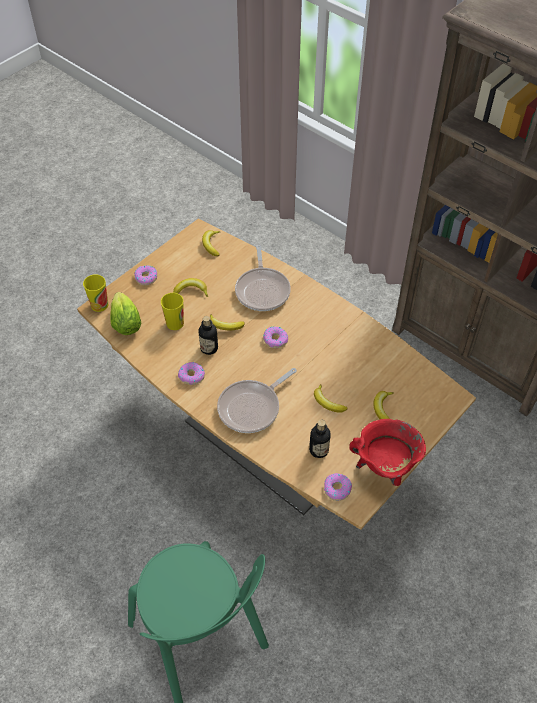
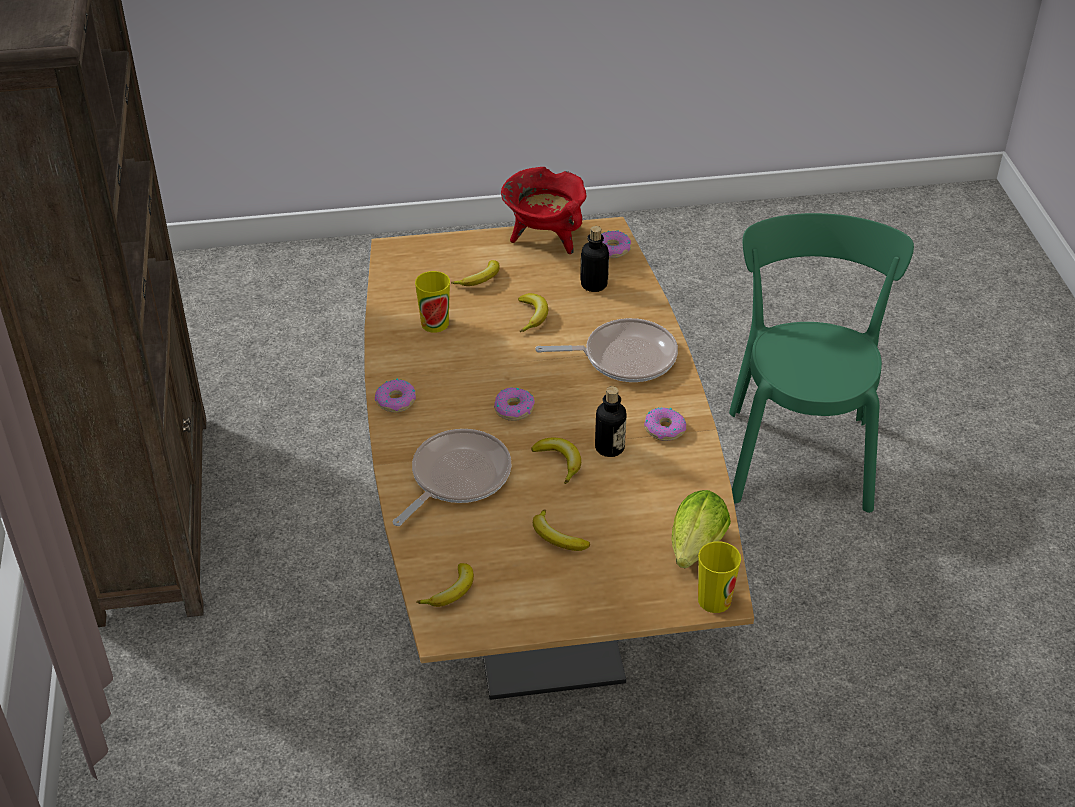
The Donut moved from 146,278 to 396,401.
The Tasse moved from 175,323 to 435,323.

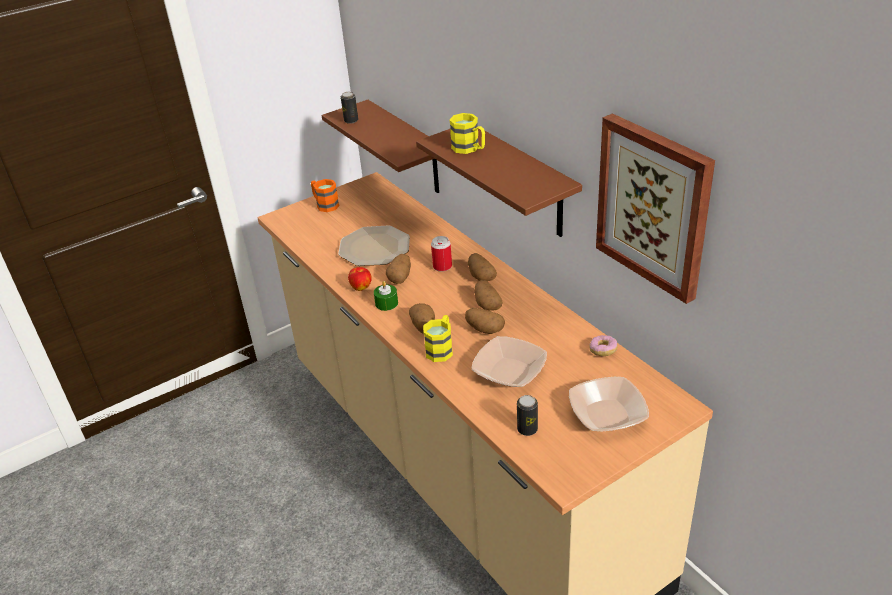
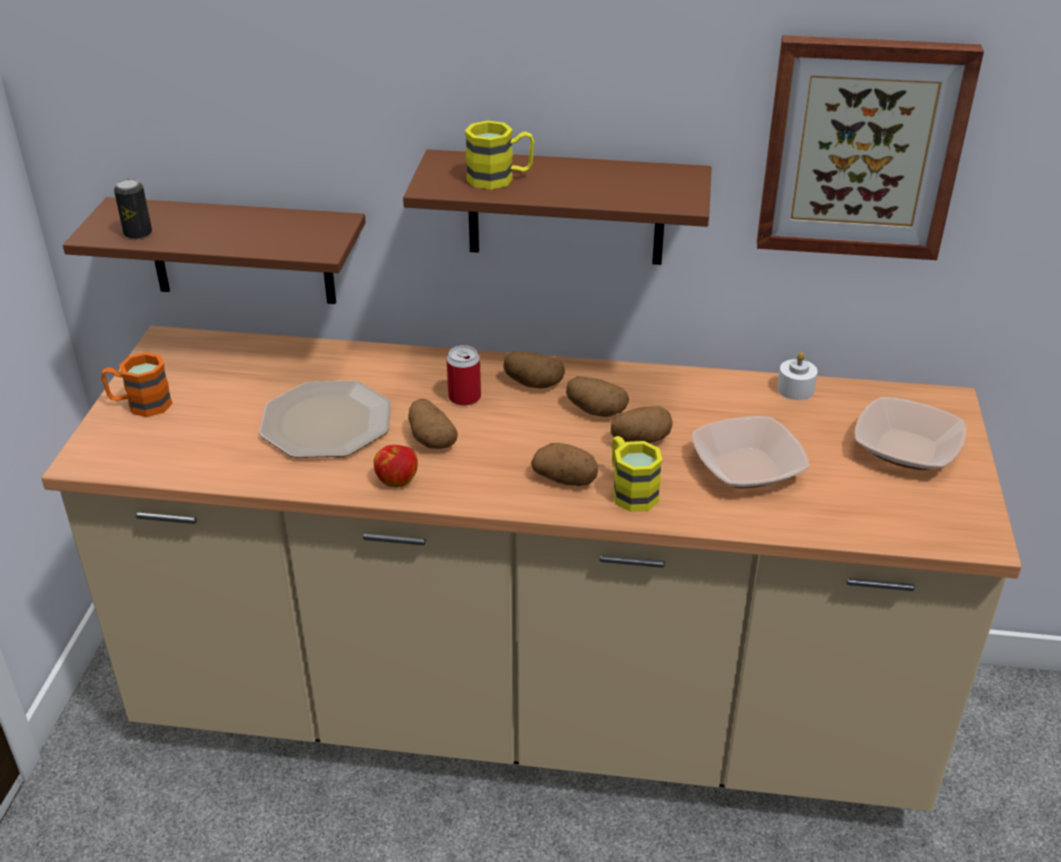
The Donut at 603,350 was replaced by the Kerze (weiß) at 795,389.
The Kerze (grün) at 386,303 disappeared.
The Dose at 527,429 disappeared.

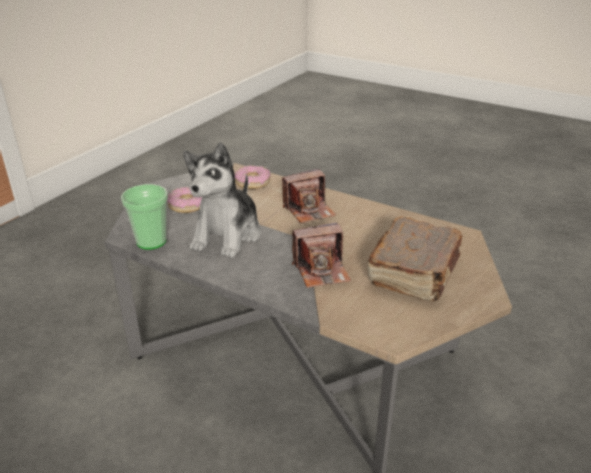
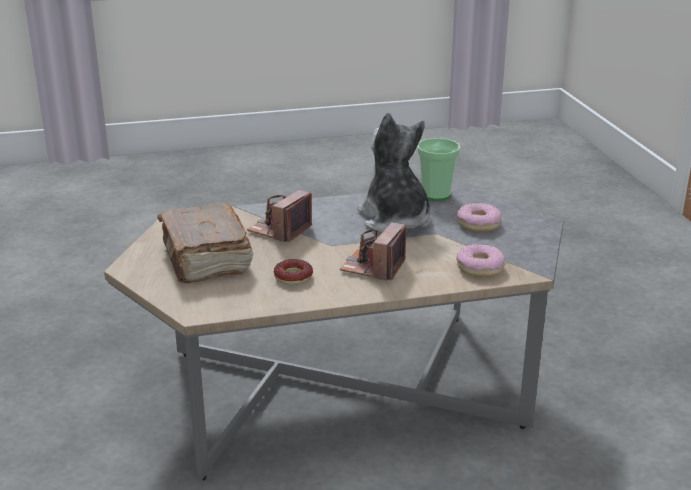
The Donut at 293,277 appeared.

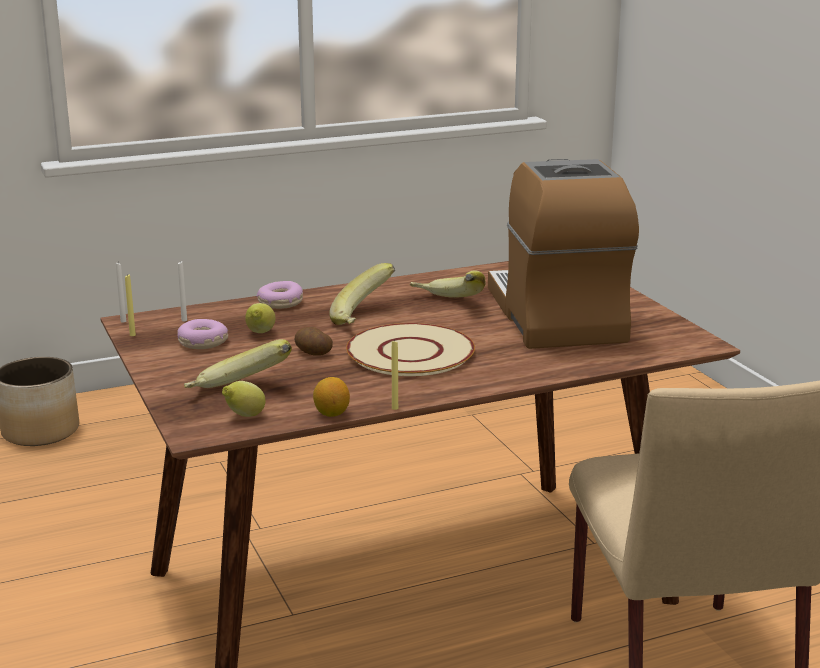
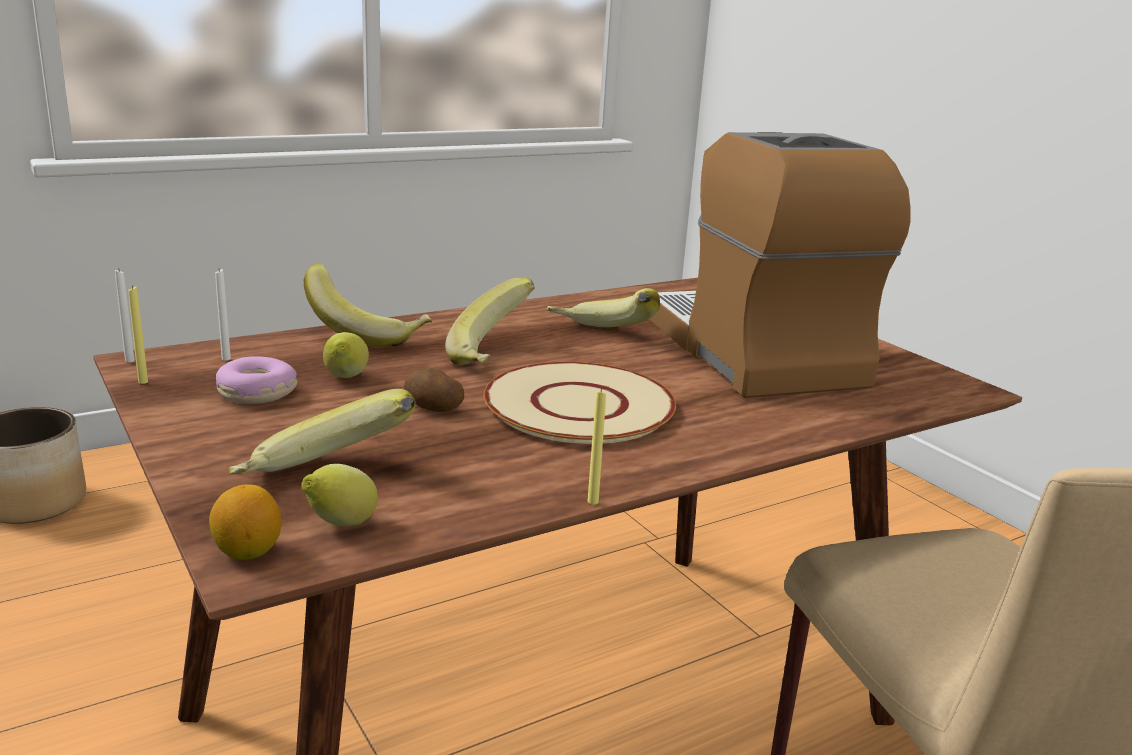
The Zitrone moved from 331,413 to 247,552.
The Donut at 280,303 was replaced by the Banane at 368,334.

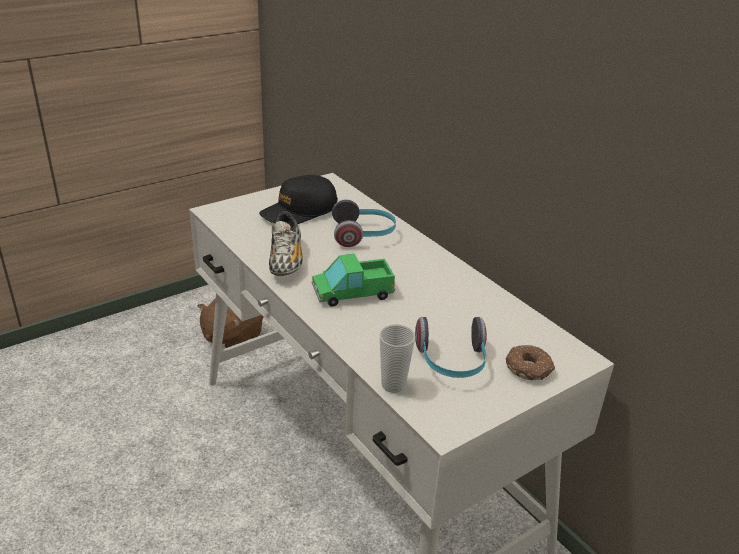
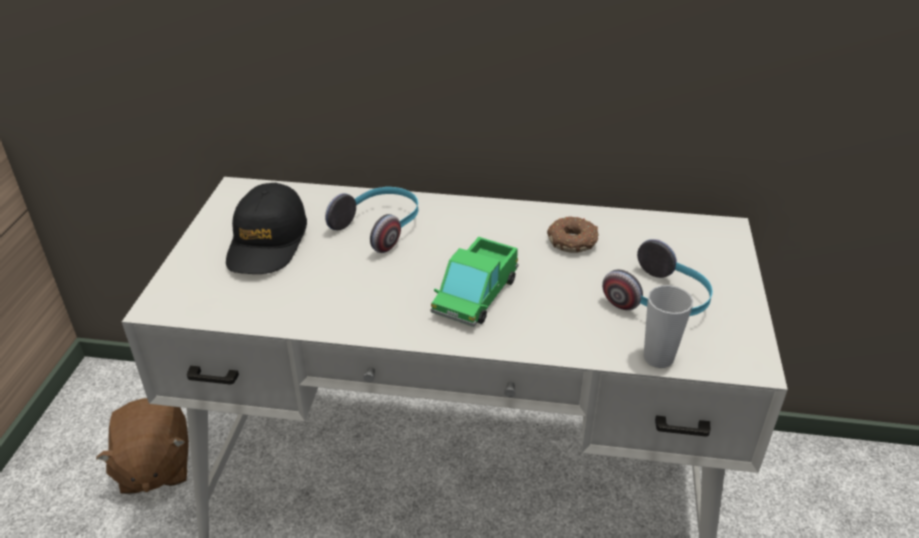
The Donut moved from 529,369 to 573,241.
The Schuh at 286,260 disappeared.

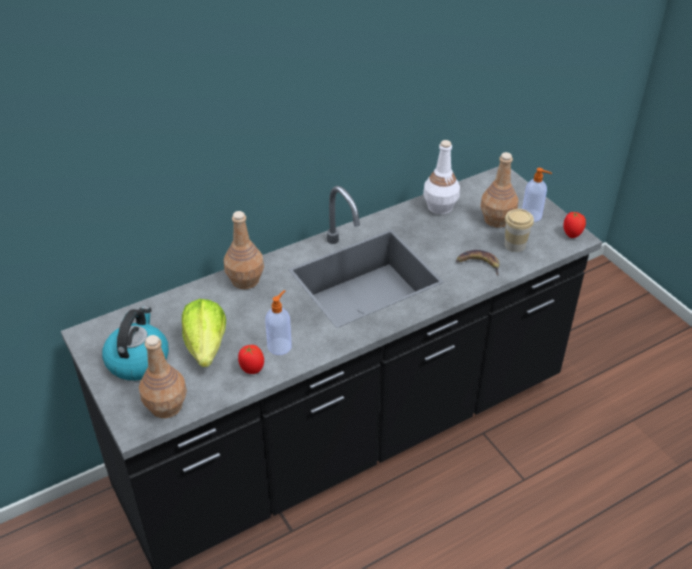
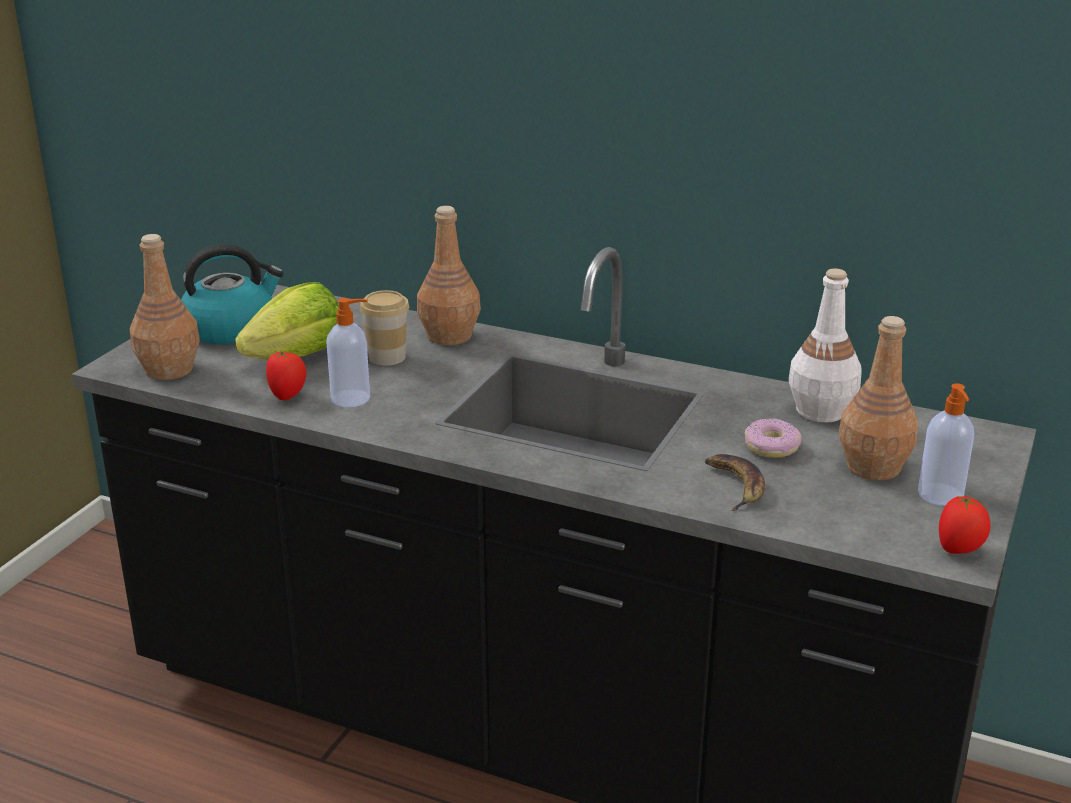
The Tasse moved from 515,245 to 387,357.
The Donut at 772,446 appeared.

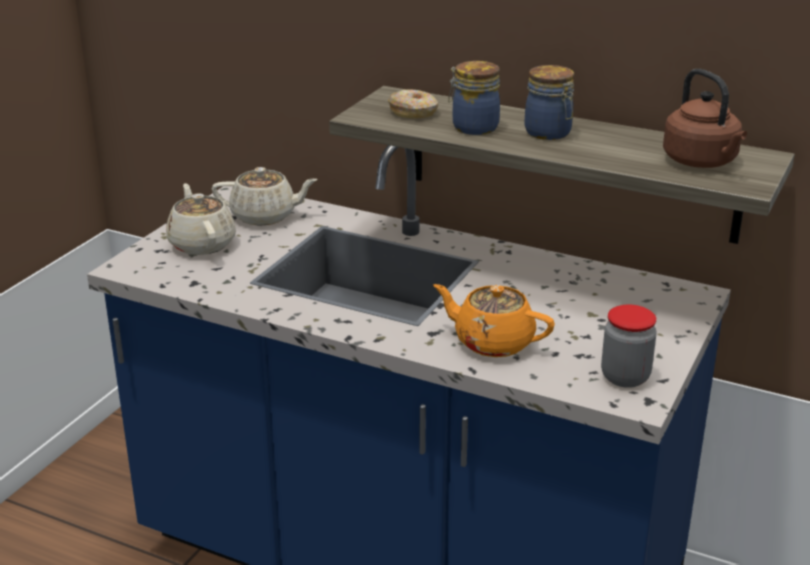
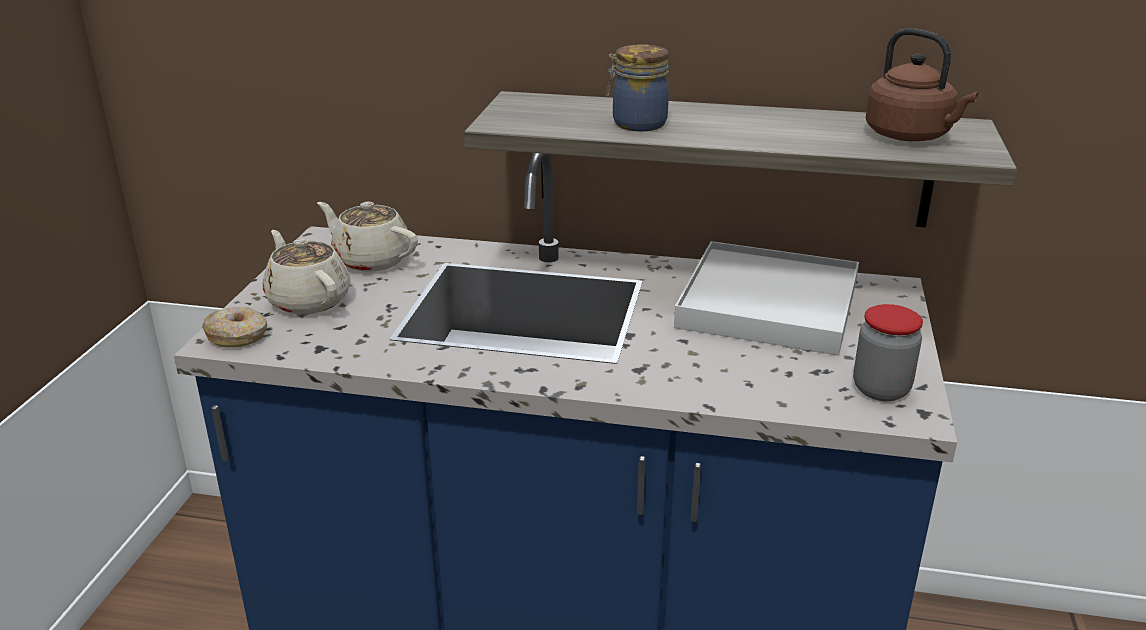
The Donut moved from 414,112 to 238,336.
The Teekanne (beige) at 265,216 turned 135 degrees counterclockwise.
The Tablett (weiß) at 767,304 appeared.
The Teekanne (orange) at 492,342 disappeared.
The Vorratsglas at 549,133 disappeared.

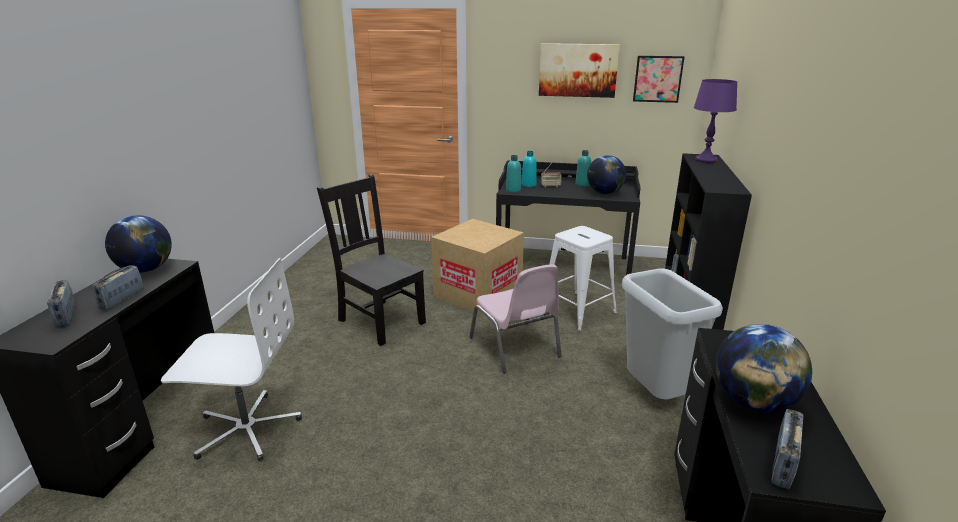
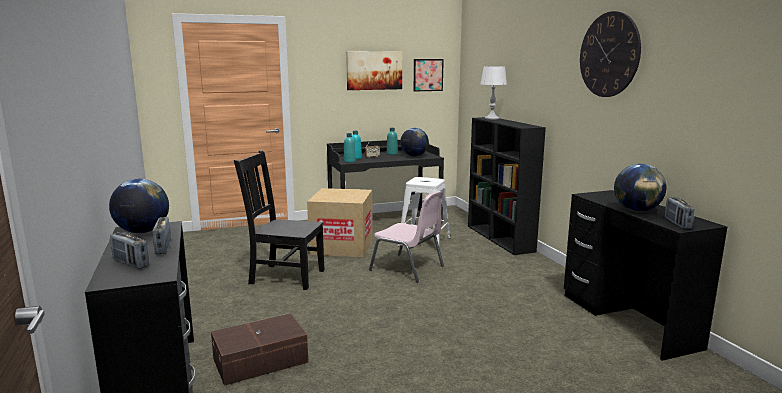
The Bürostuhl (weiß) at 246,428 was replaced by the Aufbewahrungsbox (braun) at 261,361.
The Tischlampe (lila) at 706,160 became the Tischlampe (weiß) at 492,118.
The Wanduhr at 609,55 appeared.
The Mülleimer (grau) at 655,395 disappeared.

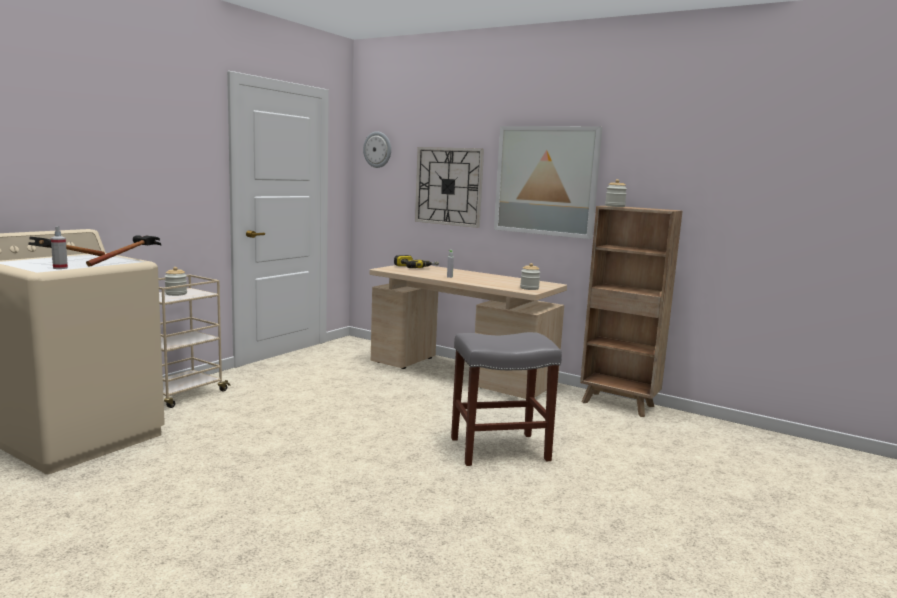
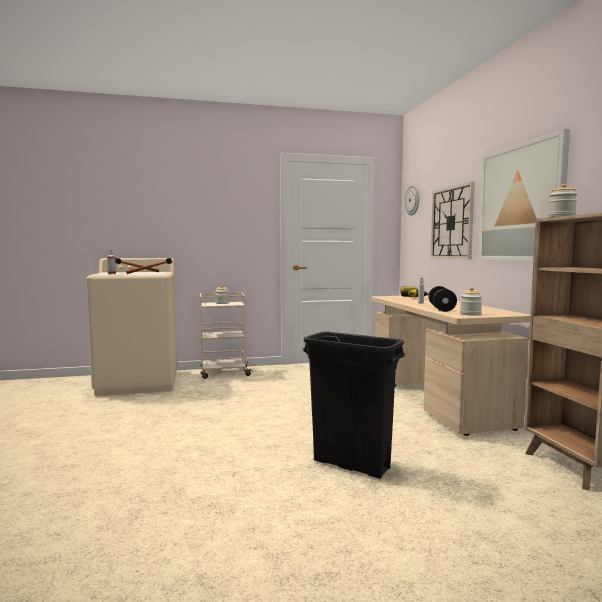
The Hocker (grau) at 500,449 was replaced by the Mülleimer (schwarz) at 351,464.
The Hantel (schwarz) at 441,308 appeared.

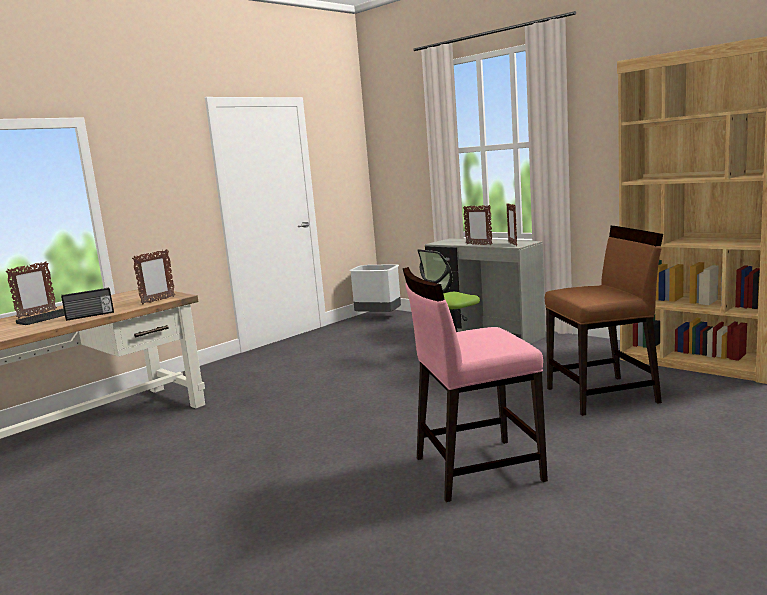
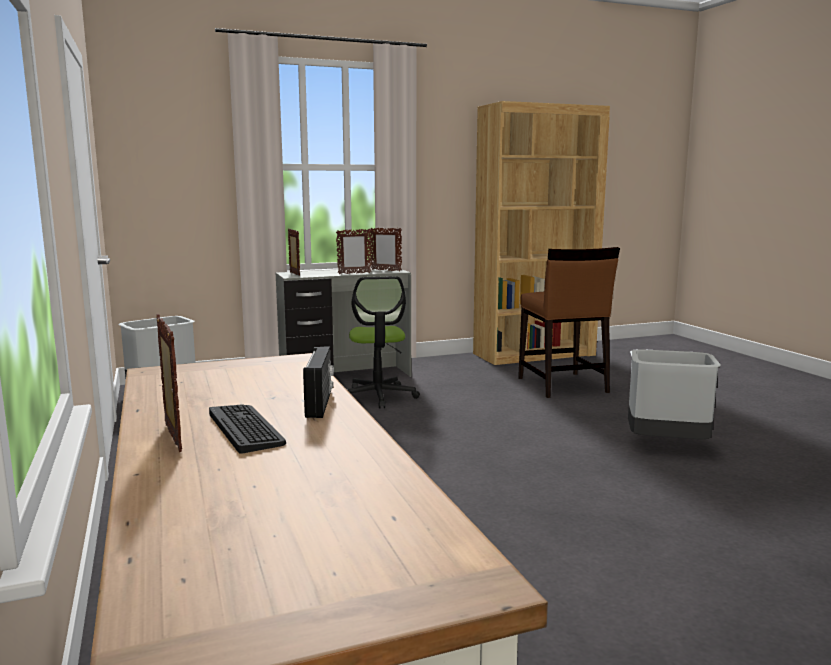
The Bilderrahmen moved from 158,300 to 294,274.
The Stuhl (braun) at 603,395 turned 150 degrees clockwise.
The Stuhl (rosa) at 476,468 was replaced by the Mülleimer (grau) at 666,445.

